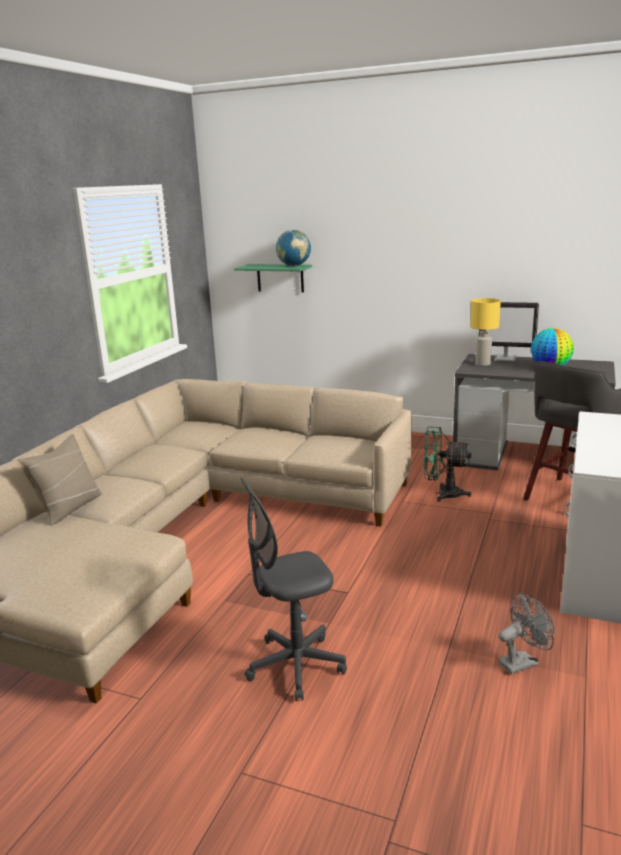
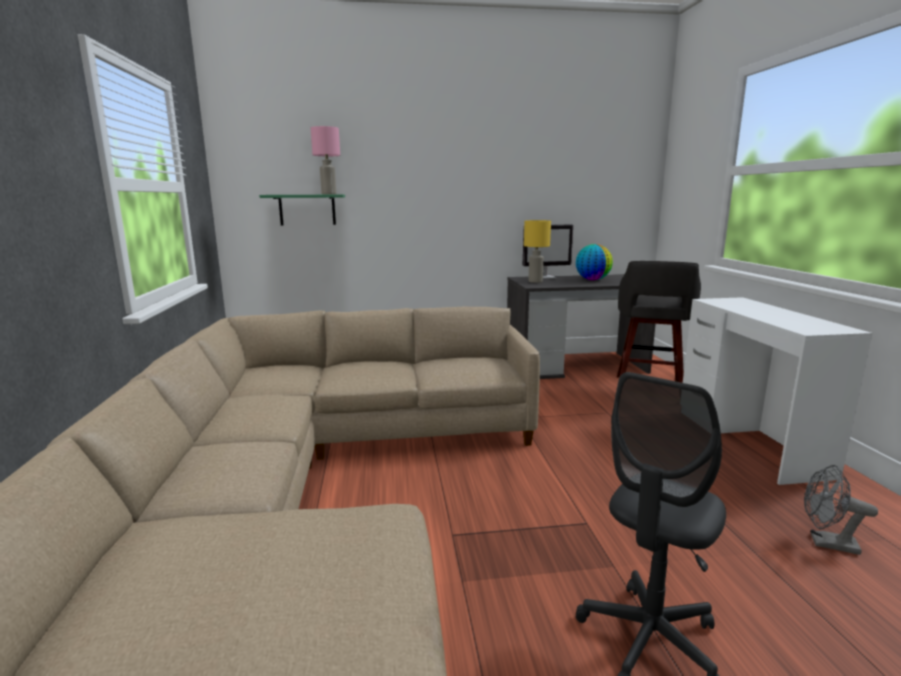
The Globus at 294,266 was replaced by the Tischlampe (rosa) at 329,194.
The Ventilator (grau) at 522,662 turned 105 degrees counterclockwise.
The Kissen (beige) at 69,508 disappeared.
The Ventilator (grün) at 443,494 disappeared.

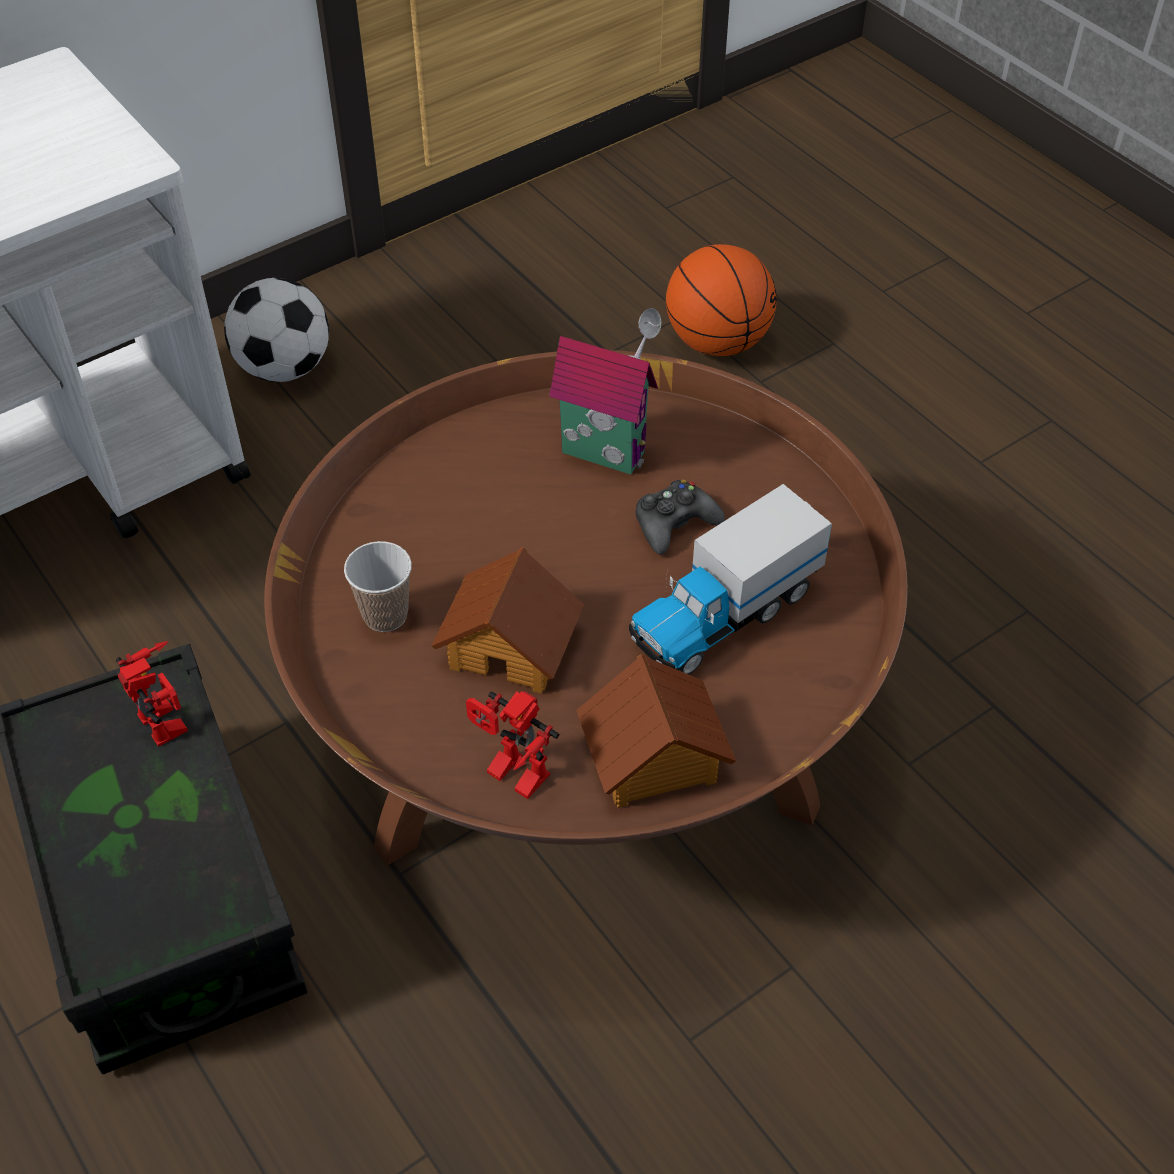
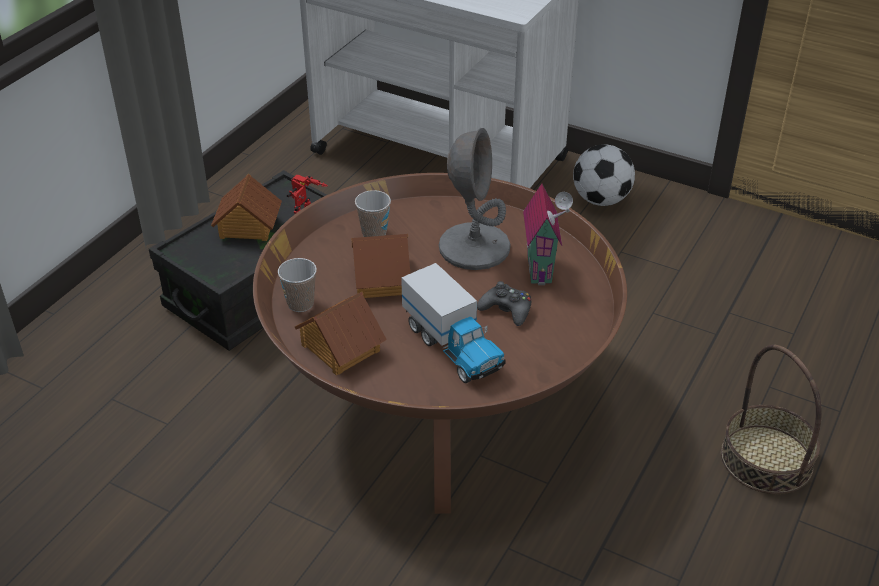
The Spielzeughaus at 247,226 appeared.
The Spielzeugroboter at 510,776 was replaced by the Tasse at 300,304.
The Spielzeuglaster at 723,614 turned 150 degrees counterclockwise.
The Tischlampe (grau) at 474,247 appeared.
The Korb at 766,459 appeared.
The Basketball at 716,341 disappeared.

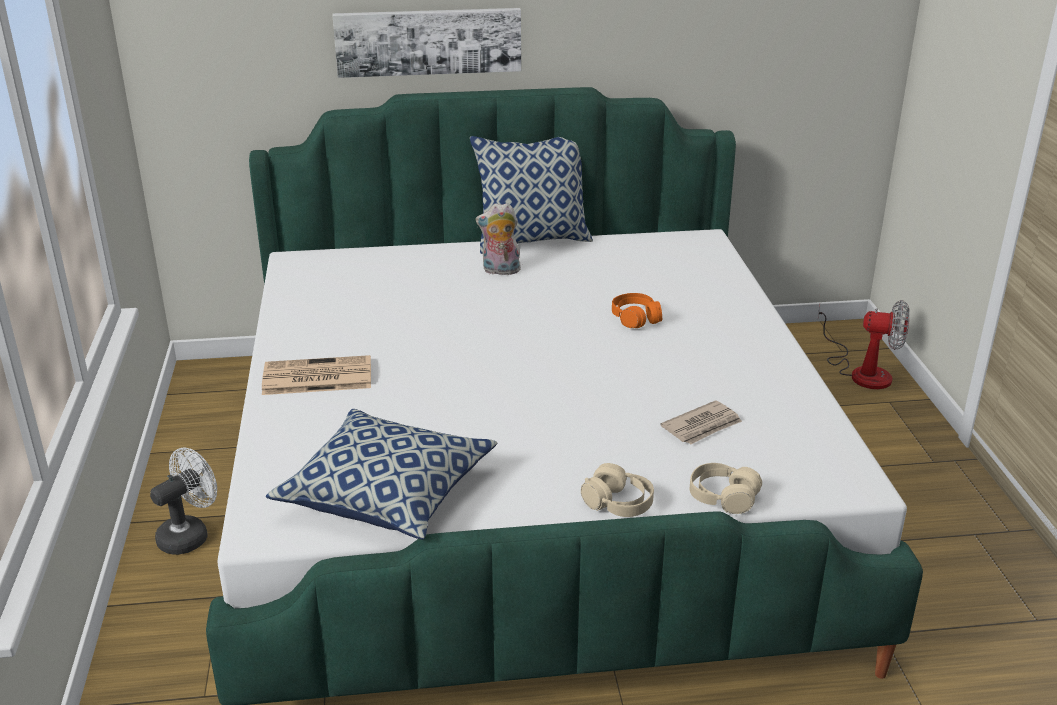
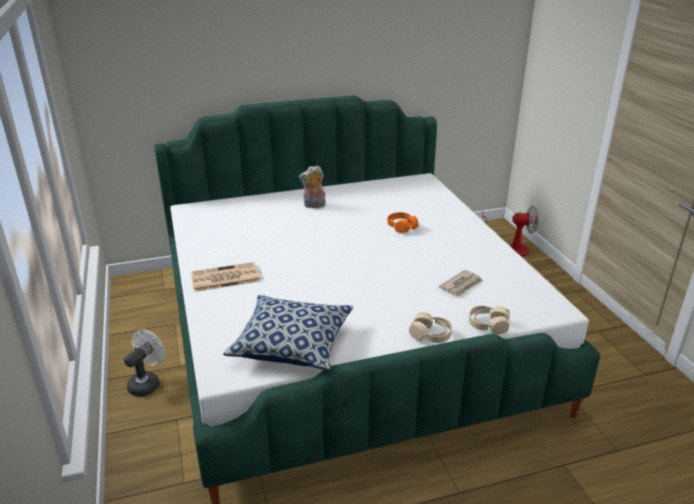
The Bild at 428,41 disappeared.
The Kissen at 533,240 disappeared.

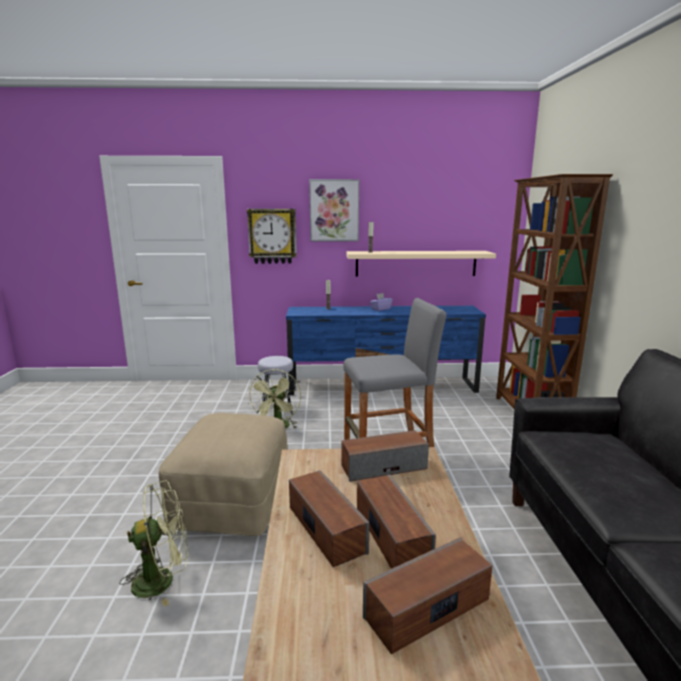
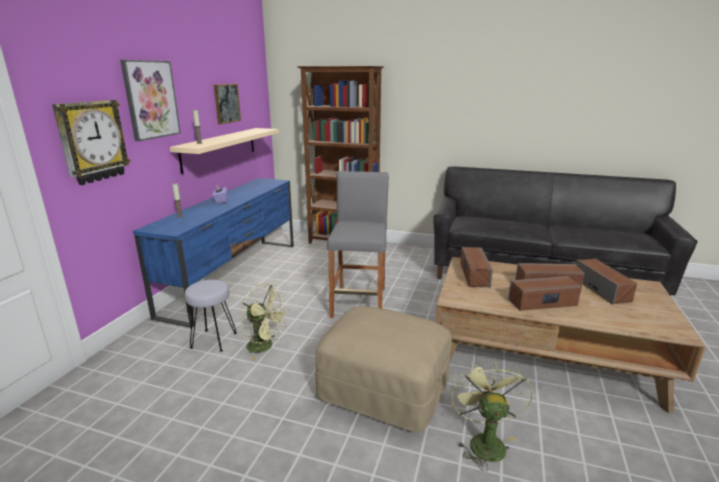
The Bild at 226,103 appeared.

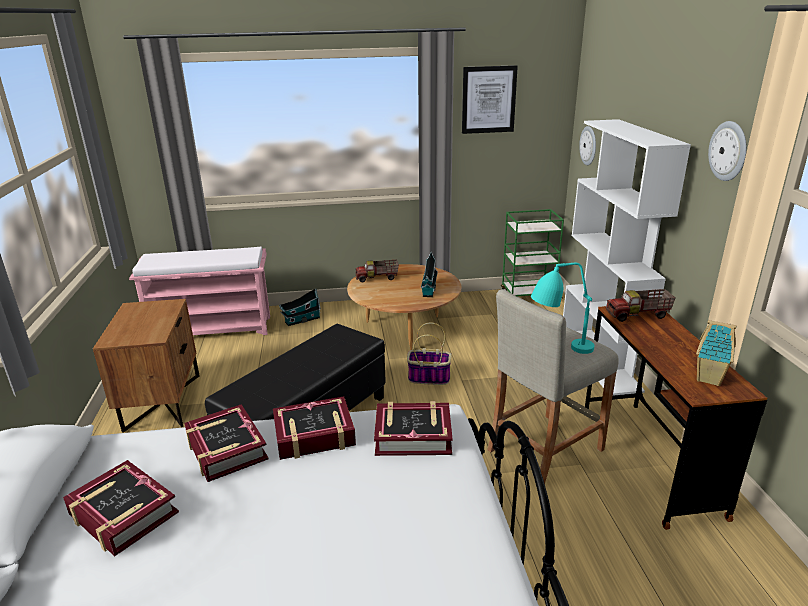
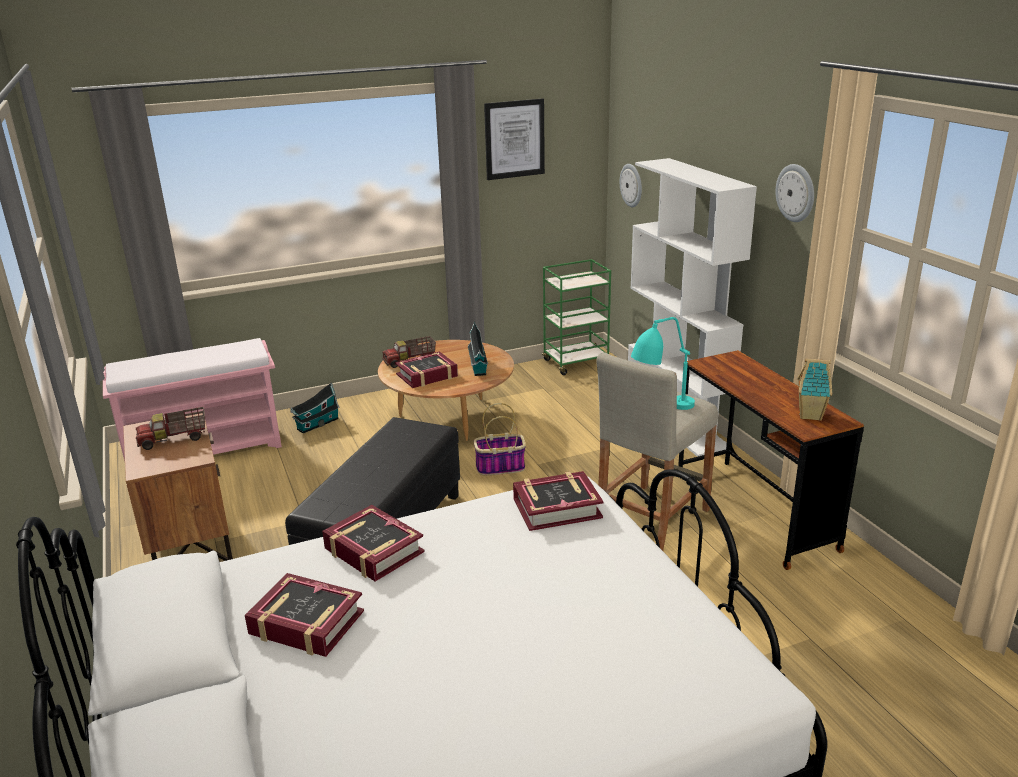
The Spielzeuglaster moved from 638,315 to 174,439.
The Buch moved from 314,435 to 427,375.

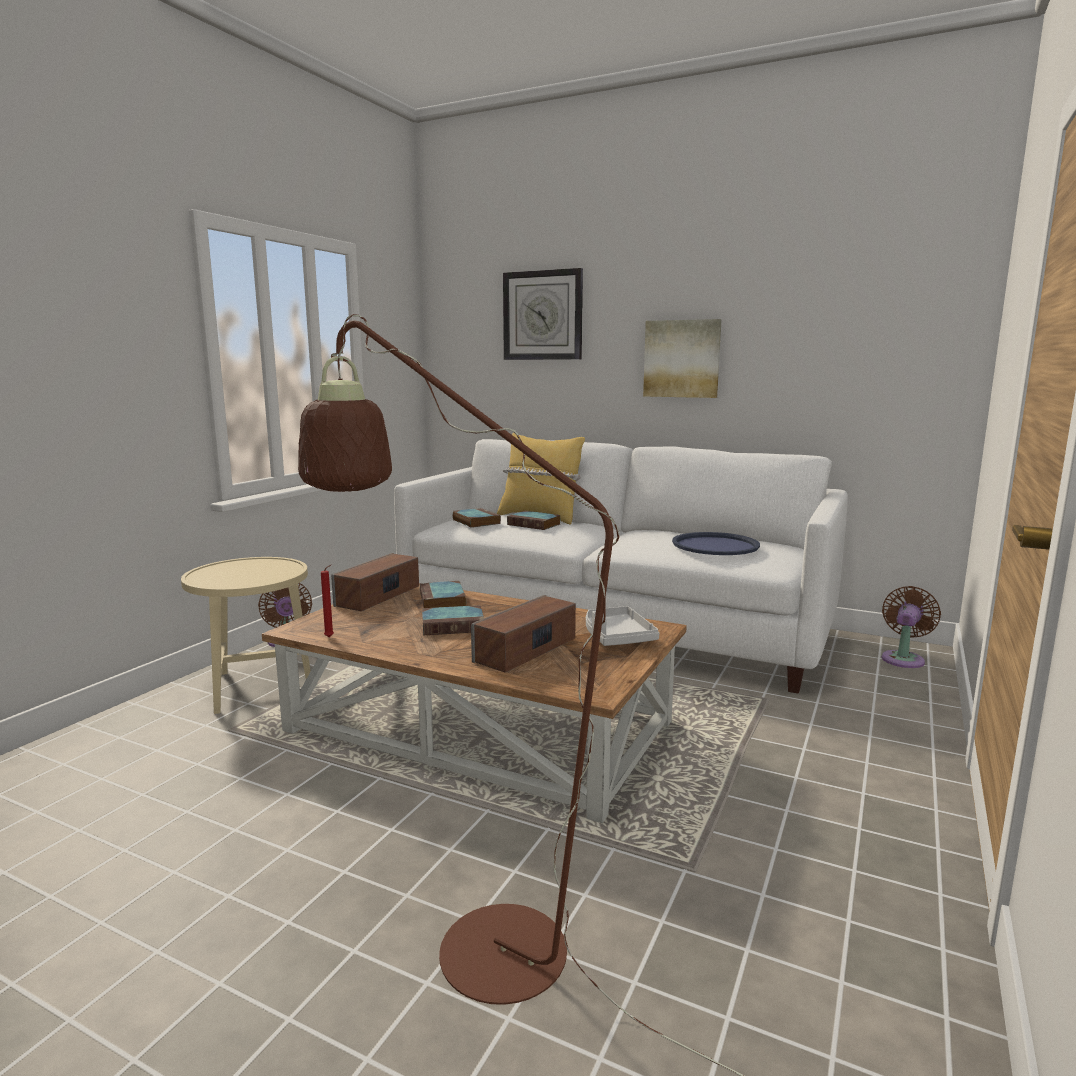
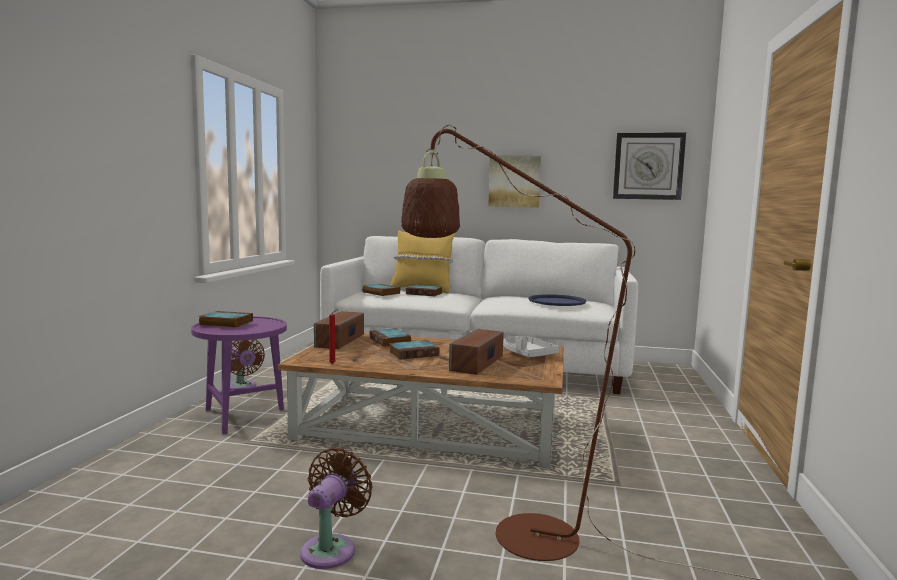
The Beistelltisch (beige) at 256,687 became the Beistelltisch (lila) at 242,416.
The Buch at 225,323 appeared.
The Ventilator (braun) moved from 903,658 to 331,548.
The Wanduhr moved from 543,315 to 648,166.

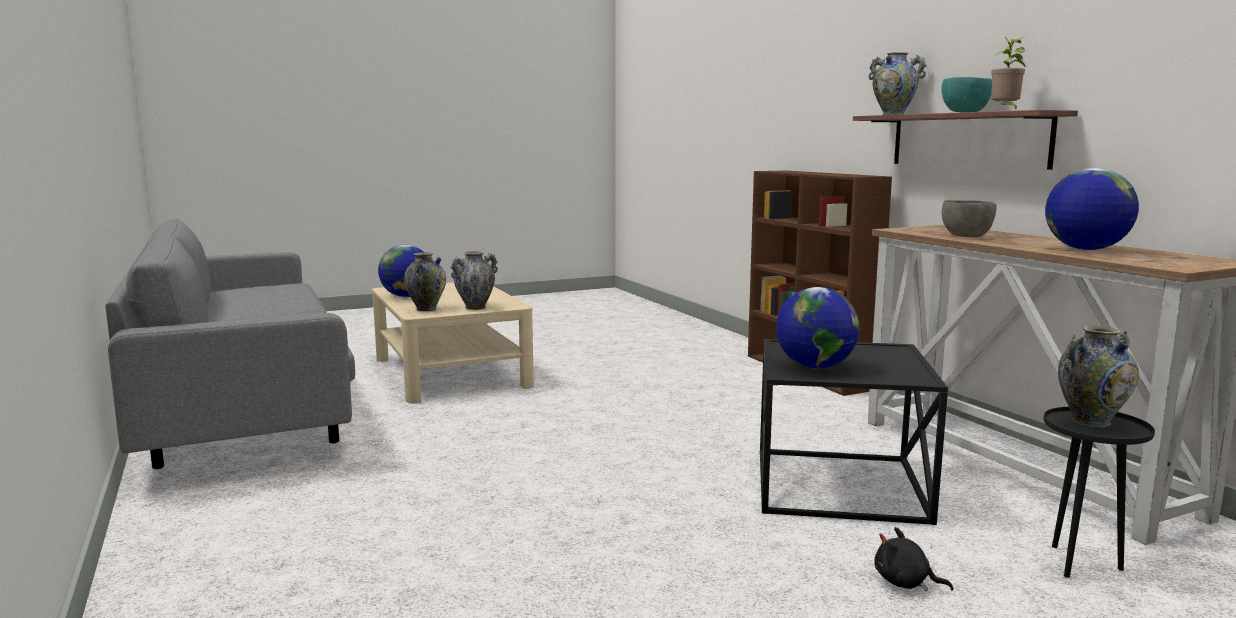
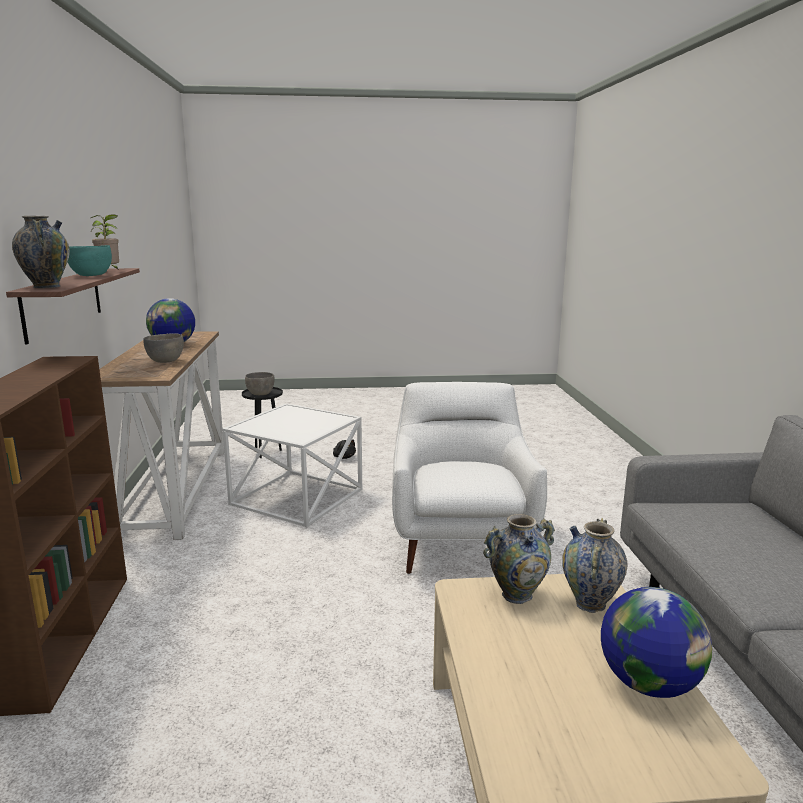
The Beistelltisch (schwarz) at 837,485 became the Beistelltisch (weiß) at 298,496.
The Vase at 1091,422 was replaced by the Schüssel (grau) at 260,394.
The Sessel (weiß) at 460,541 appeared.
The Globus at 815,366 disappeared.

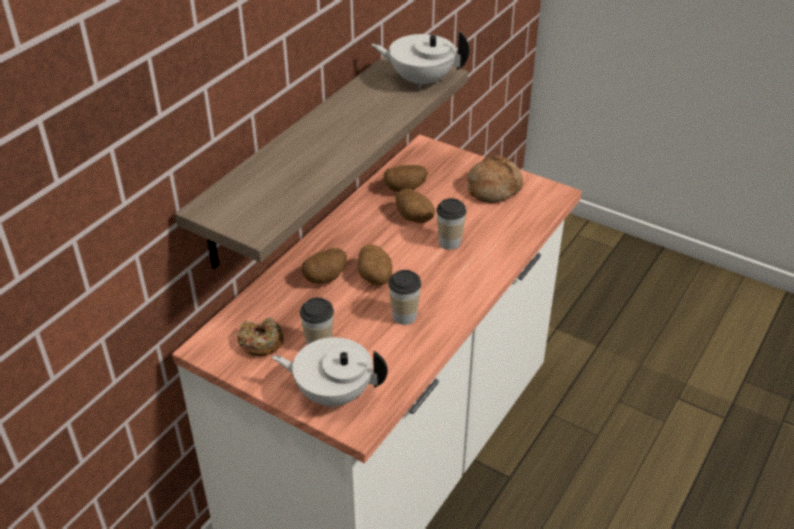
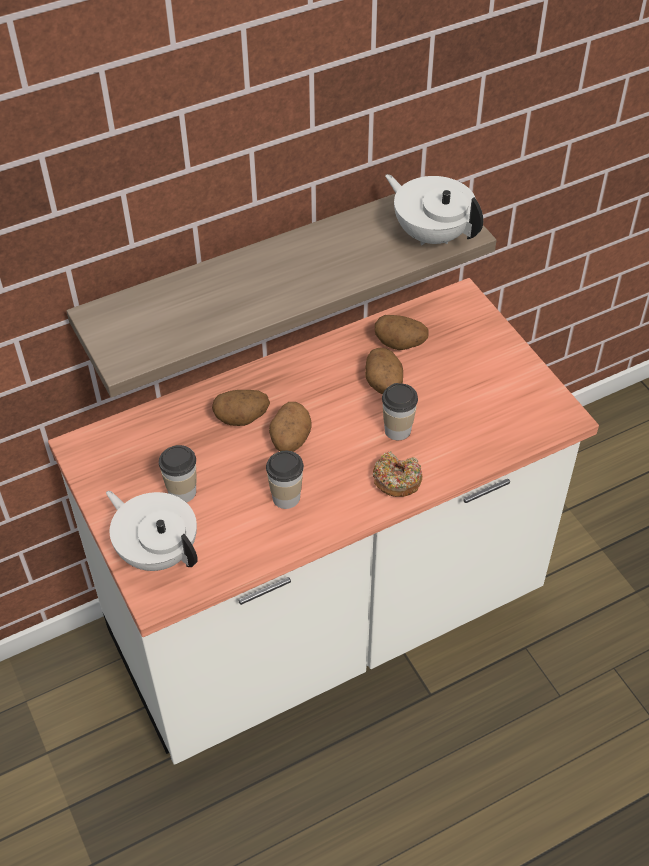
The Donut moved from 261,342 to 396,480.
The Brot at 493,188 disappeared.

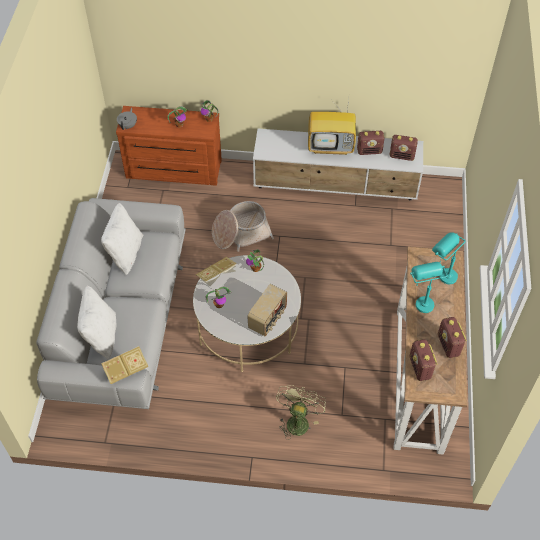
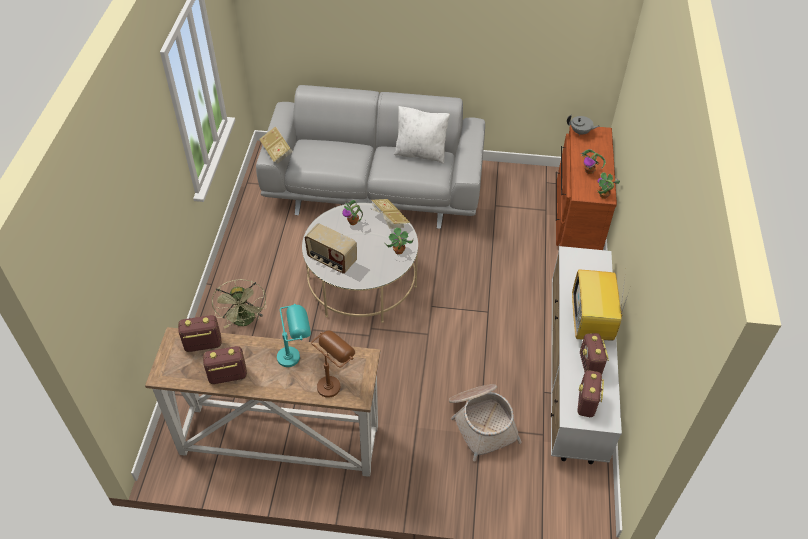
The Ventilator (grün) at 298,420 turned 60 degrees clockwise.
The Tischlampe (türkis) at 442,273 became the Tischlampe (braun) at 334,382.
The Korb moved from 241,233 to 481,422.
The Kissen (weiß) at 101,336 disappeared.

